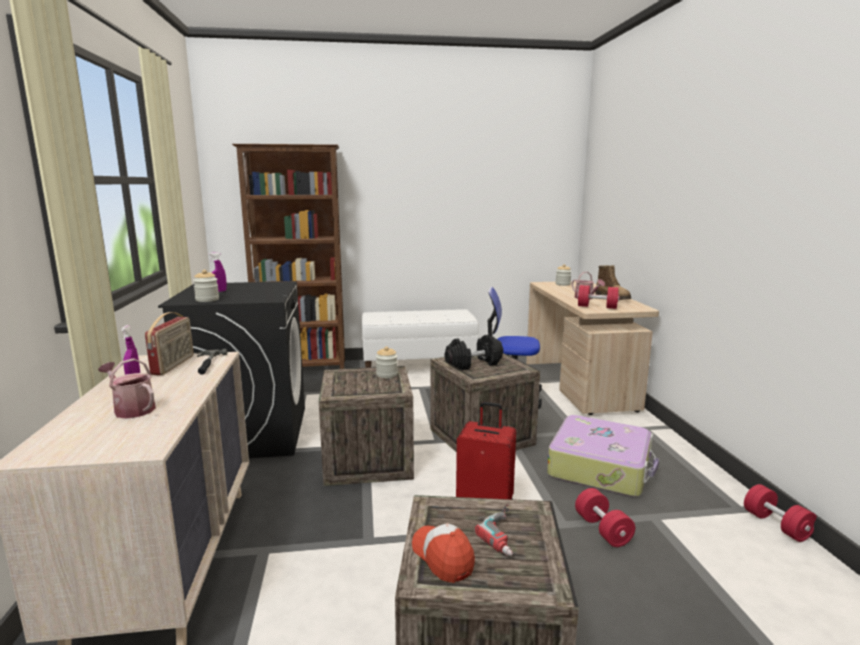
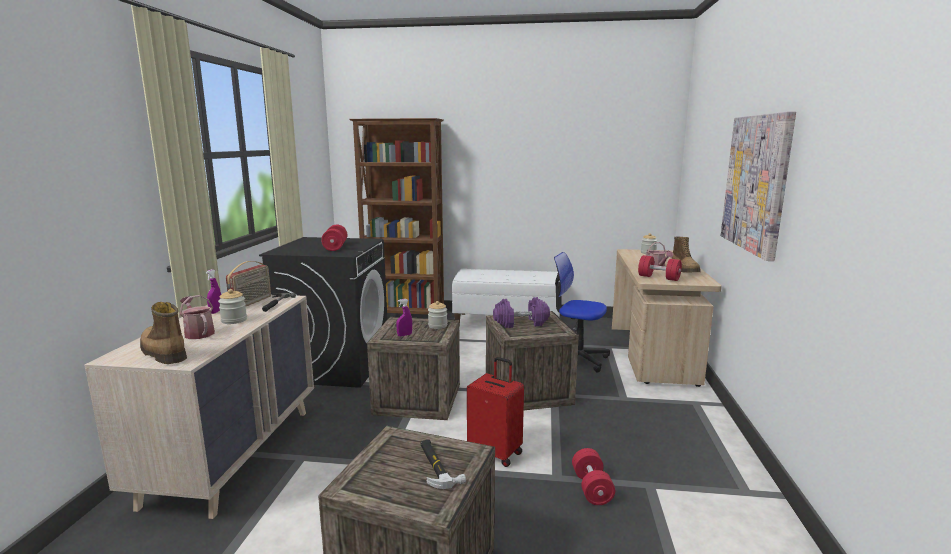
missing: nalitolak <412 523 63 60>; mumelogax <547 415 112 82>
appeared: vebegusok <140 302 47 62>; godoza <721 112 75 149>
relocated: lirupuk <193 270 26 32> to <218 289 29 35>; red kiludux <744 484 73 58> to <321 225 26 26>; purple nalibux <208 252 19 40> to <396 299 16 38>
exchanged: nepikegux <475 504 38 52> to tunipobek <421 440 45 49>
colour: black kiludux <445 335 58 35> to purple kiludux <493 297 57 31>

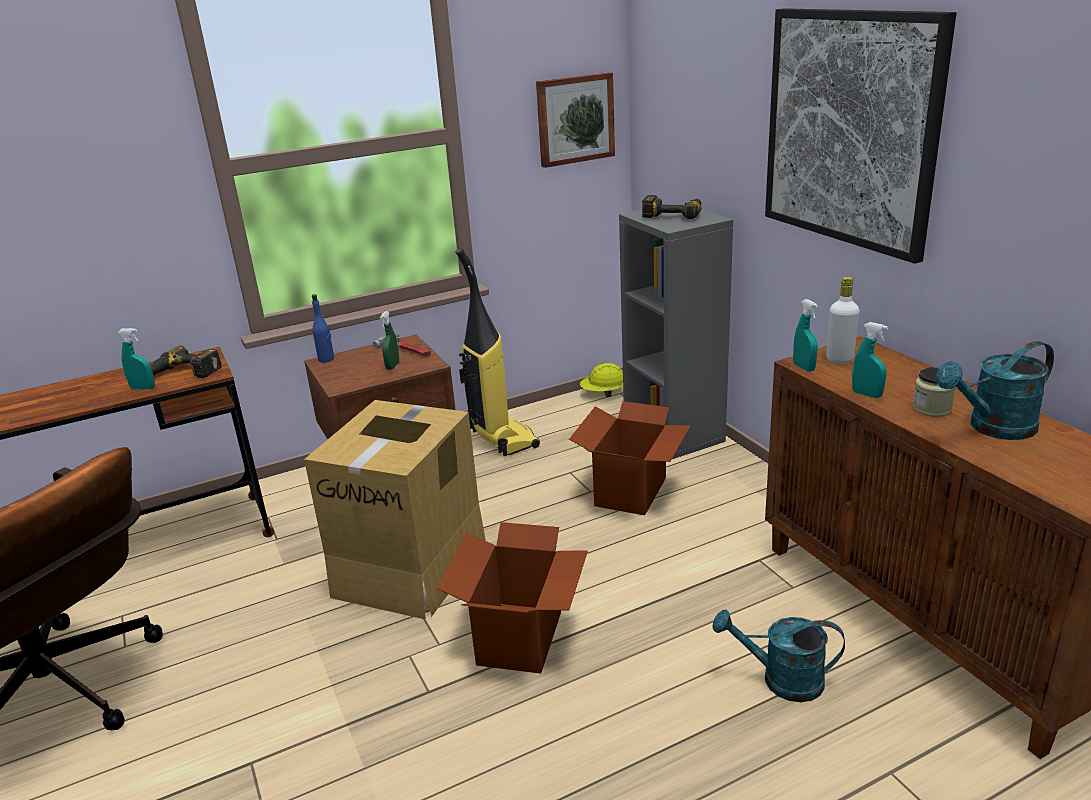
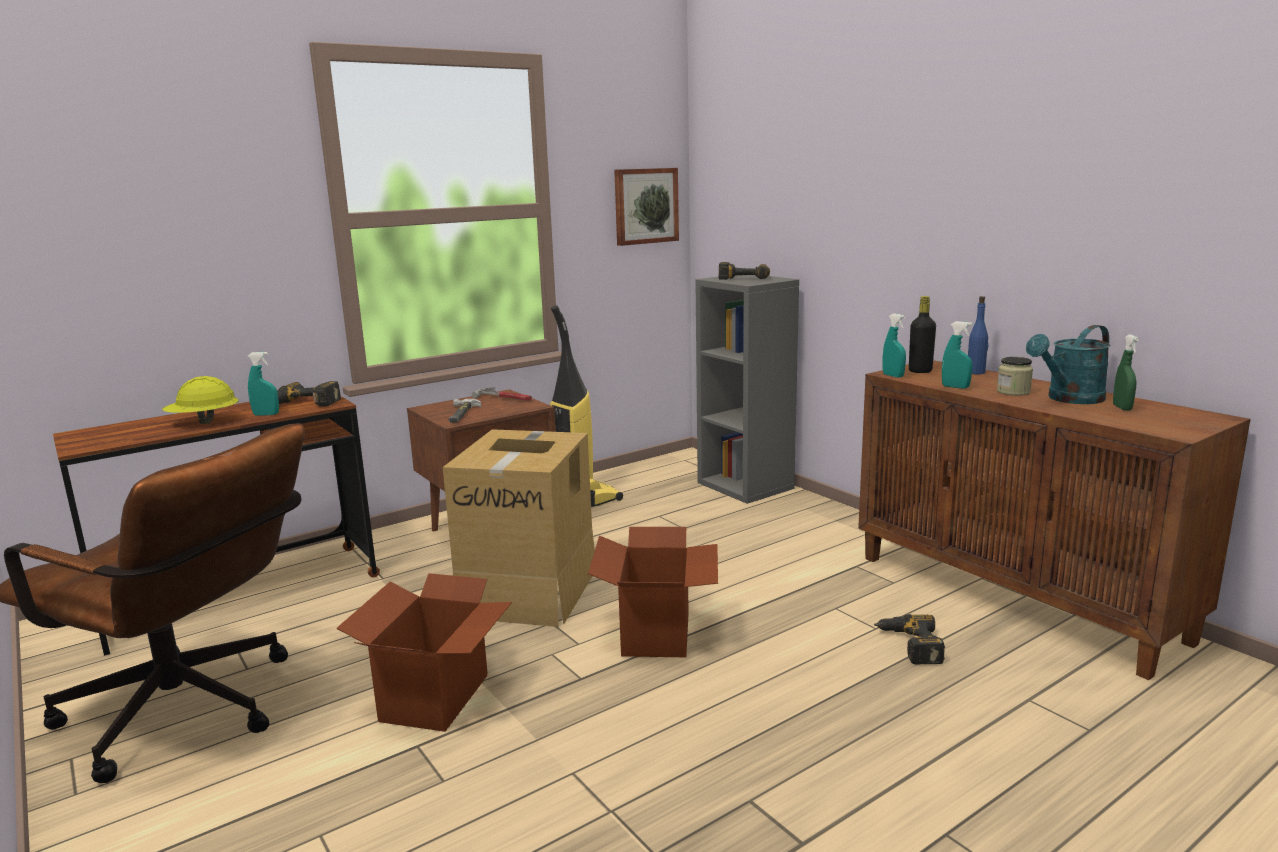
missing: godoza <765 8 191 256>
appeared: tunipobek <449 399 32 24>
relocated: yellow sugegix <580 363 43 34> to <162 376 76 48>; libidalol <569 401 121 114> to <336 573 176 159>; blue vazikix <312 294 22 69> to <968 296 20 78>; green nalibux <380 311 19 59> to <1113 335 26 76>
exchanged: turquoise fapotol <713 609 132 93> to nepikegux <874 614 71 50>
colour: white vazikix <826 277 34 87> to black vazikix <909 296 27 77>

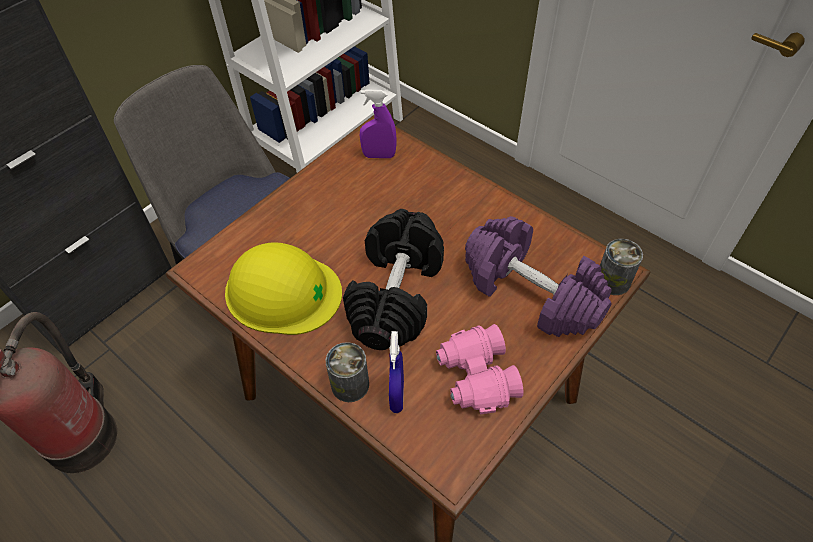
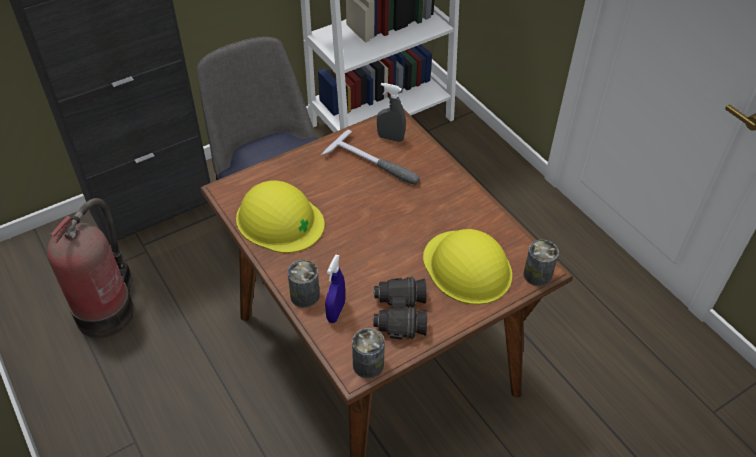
missing: black kiludux <343 209 101 141>
appeared: tunipobek <321 130 99 55>; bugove <352 328 33 50>
exchanged: purple kiludux <465 216 147 121> to yellow sugegix <423 229 89 76>
colour: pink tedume <436 324 88 90> to black tedume <373 277 54 63>; purple nalibux <360 89 36 69> to grey nalibux <377 83 29 59>

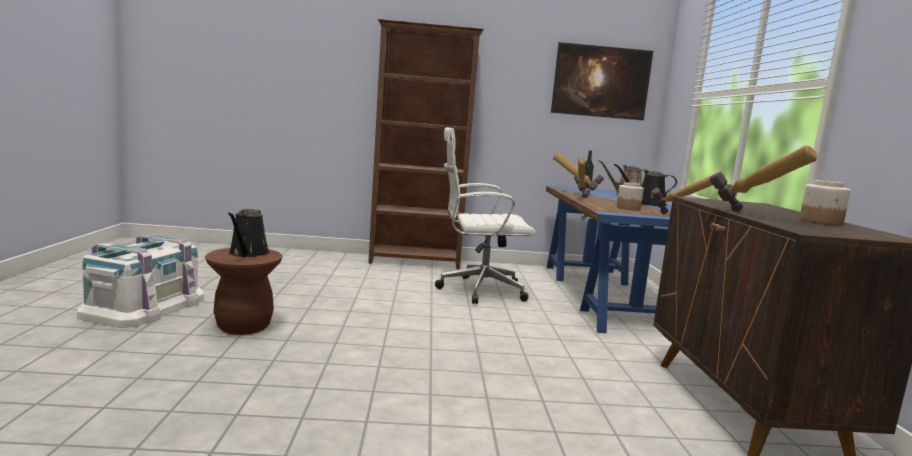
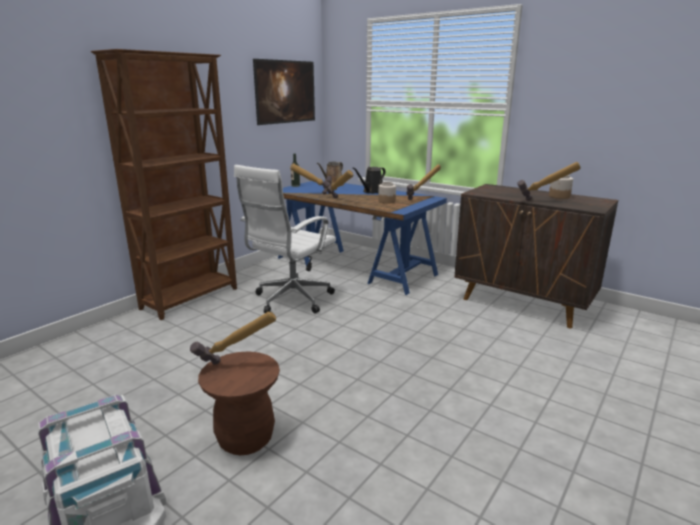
exchanged: black fapotol <228 209 42 48> to tunipobek <190 312 86 53>

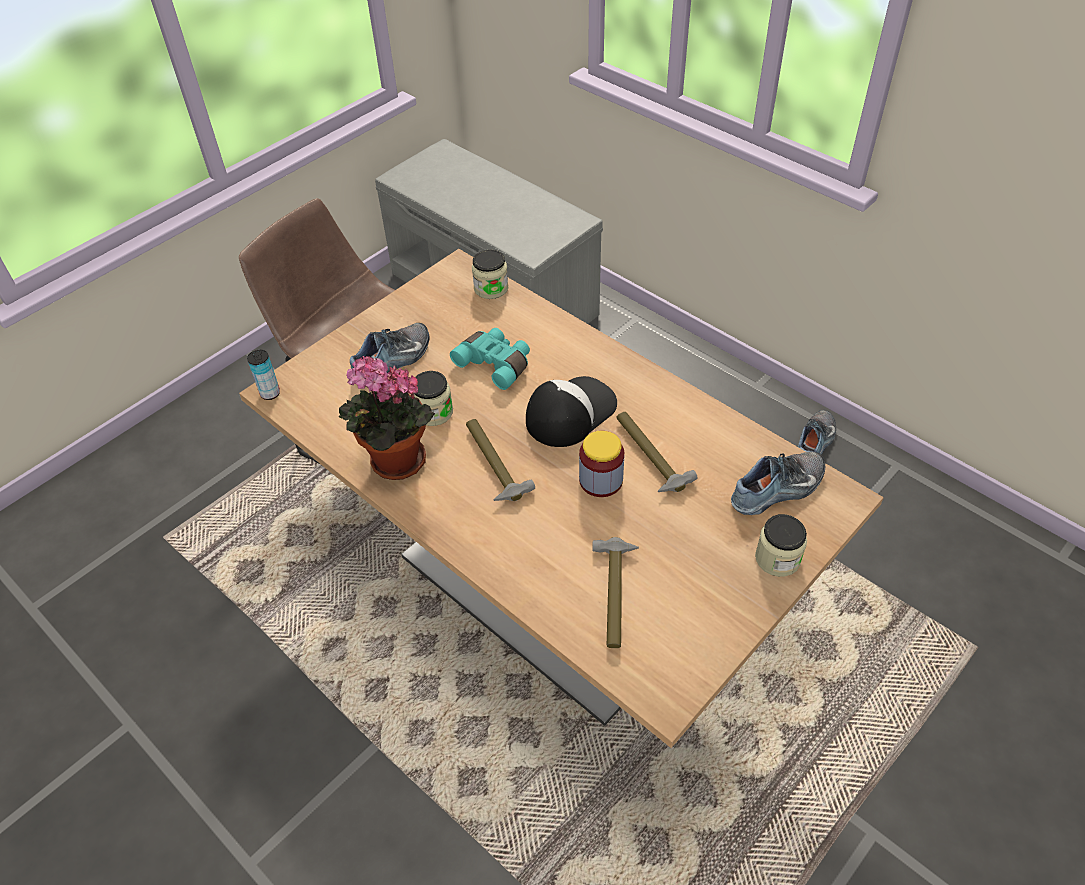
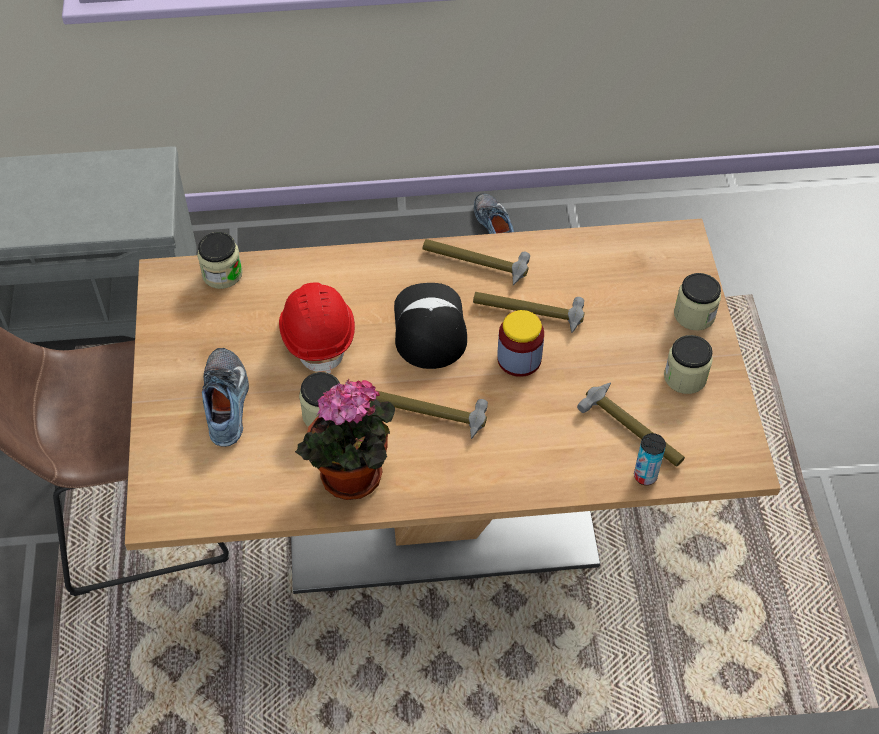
missing: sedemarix <731 452 94 63>
appeared: tunipobek <423 239 107 47>; lirupuk <664 335 49 59>
relocated: bugove <247 350 33 50> to <634 433 32 52>
exchanged: turquoise tedume <450 328 80 62> to red sugegix <279 282 76 91>

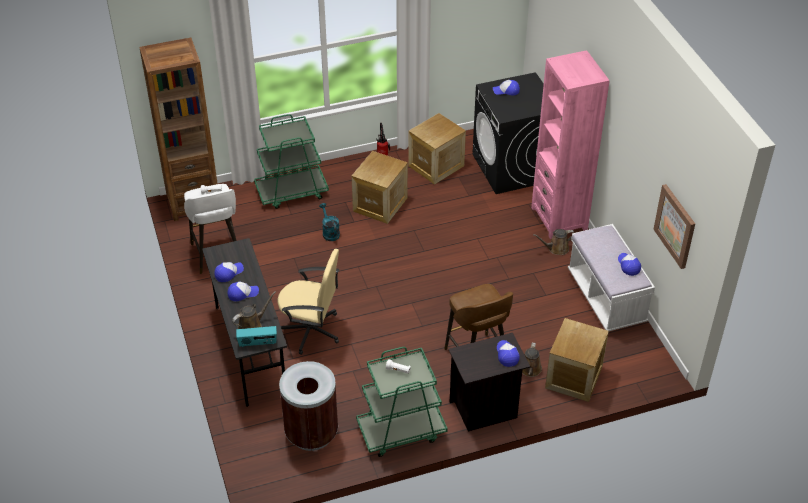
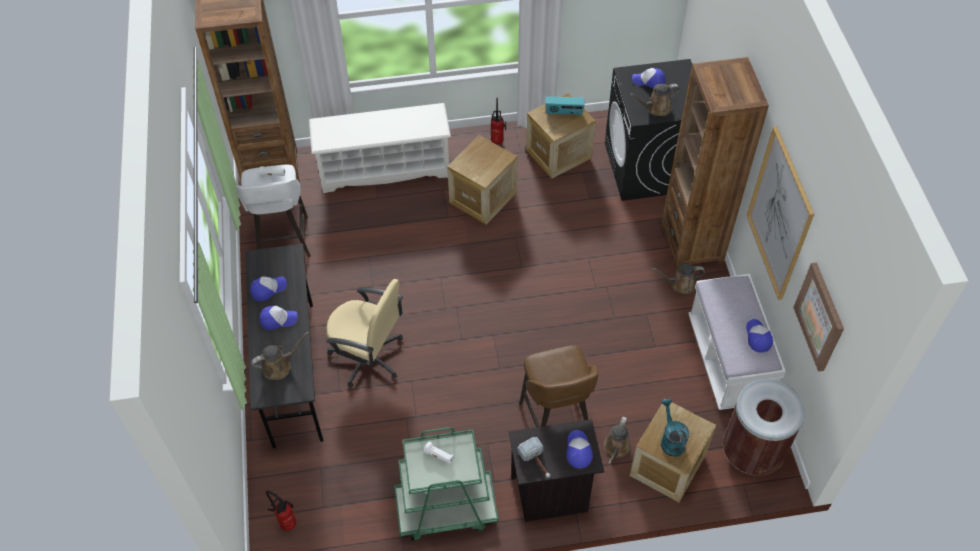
appeared: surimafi <266 490 30 41>; tunipobek <517 437 33 41>; brown fapotol <630 84 50 32>; godoza <747 126 67 174>
relocated: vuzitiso <236 326 41 21> to <545 96 40 20>; turquoise fapotol <319 203 21 38> to <661 399 28 58>; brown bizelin <279 361 59 90> to <723 379 82 97>
exchanged: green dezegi <254 114 75 95> to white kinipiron <309 103 142 90>
colour: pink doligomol <531 50 79 189> to brown doligomol <661 57 108 213>

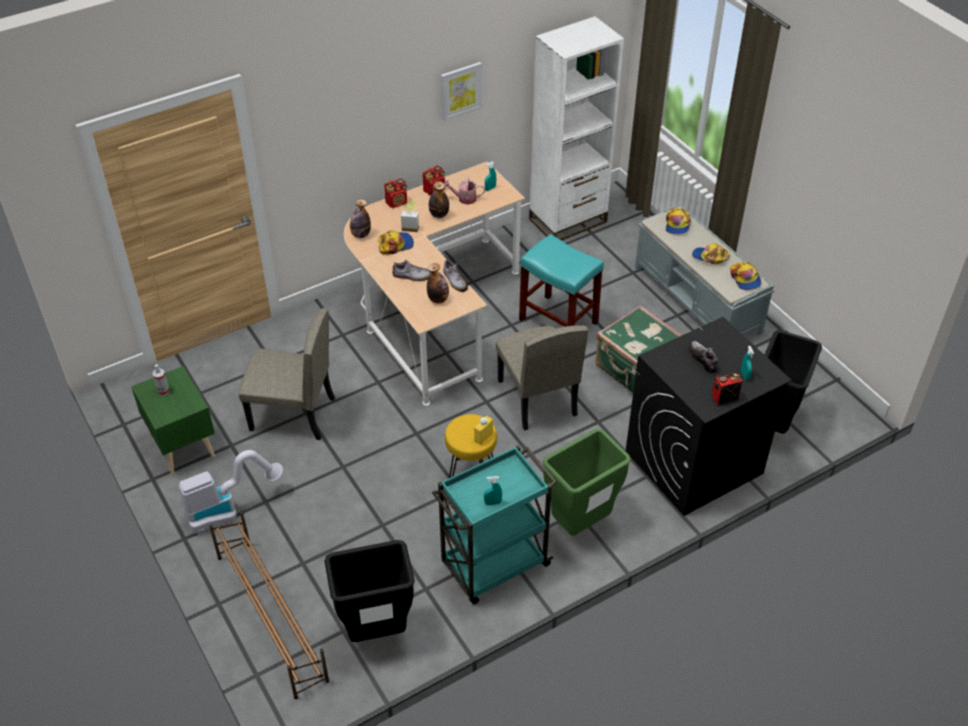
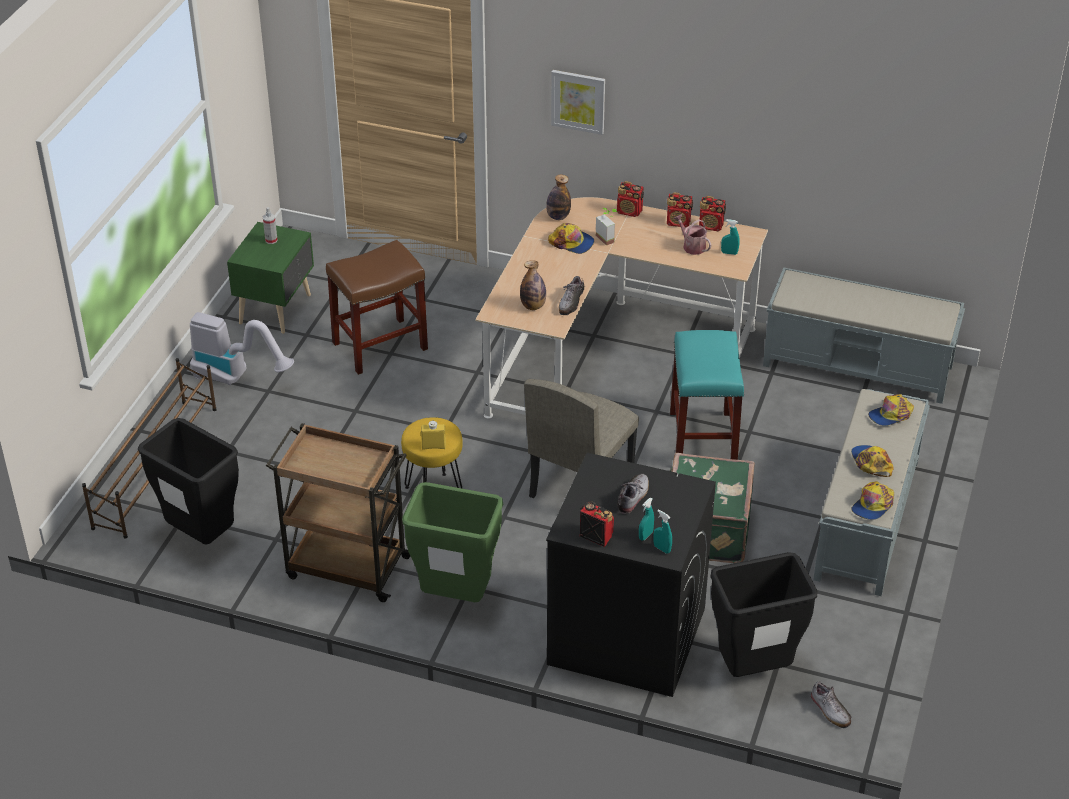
missing: vazikix <429 182 20 36>
appeared: vuzitiso <699 196 27 35>
relocated: godoza <441 62 41 59> to <551 70 54 65>; turquoise nalibux <484 476 18 29> to <653 510 19 44>; sedemarix <392 260 39 21> to <810 682 41 46>
exchanged: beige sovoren <239 308 96 132> to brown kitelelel <326 240 102 135>; white doligomol <529 16 95 225> to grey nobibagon <763 267 202 137>
colour: turquoise dezegi <432 445 125 159> to brown dezegi <266 423 144 179>

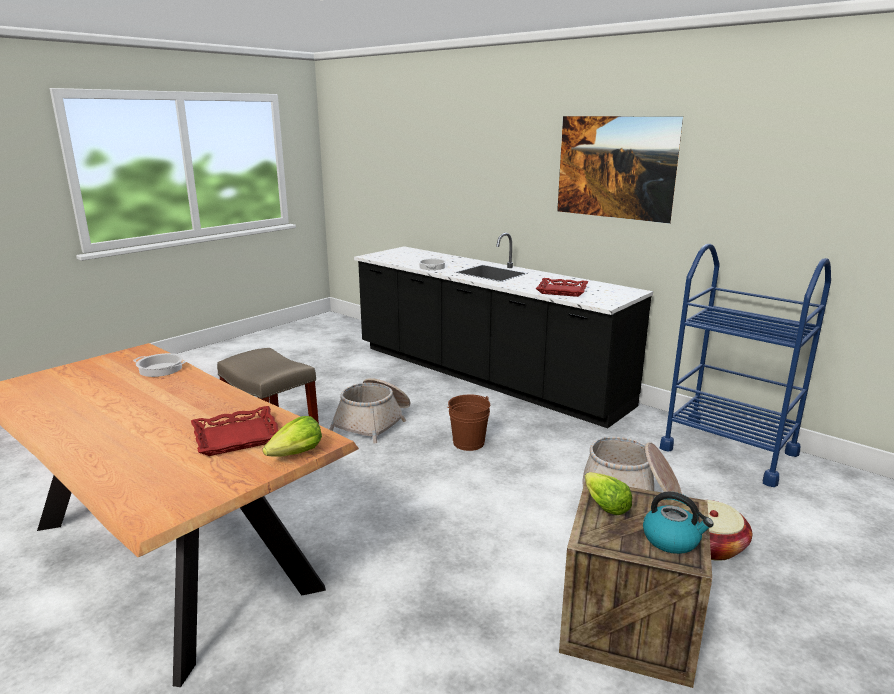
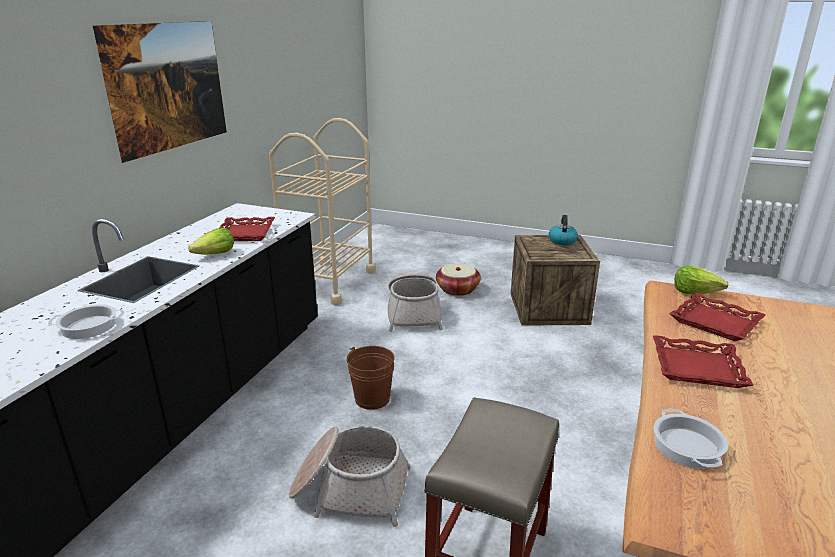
appeared: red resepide <653 335 100 53>
relocated: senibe <585 472 47 43> to <188 228 46 27>
colour: blue dezegi <660 244 171 243> to beige dezegi <269 118 107 187>

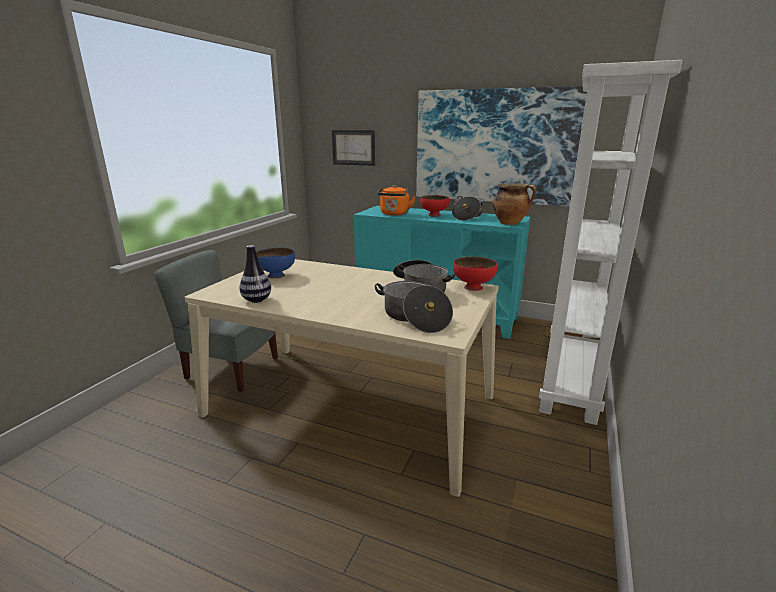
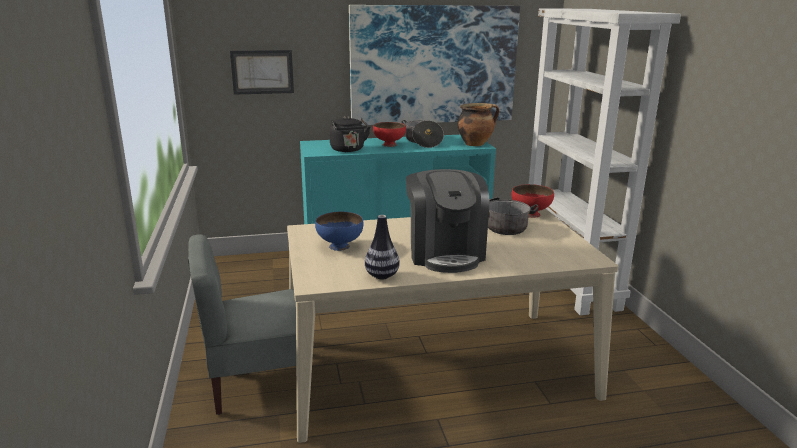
missing: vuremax <375 281 78 52>
appeared: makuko <406 169 83 104>
colour: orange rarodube <377 185 39 31> to black rarodube <330 116 40 36>

